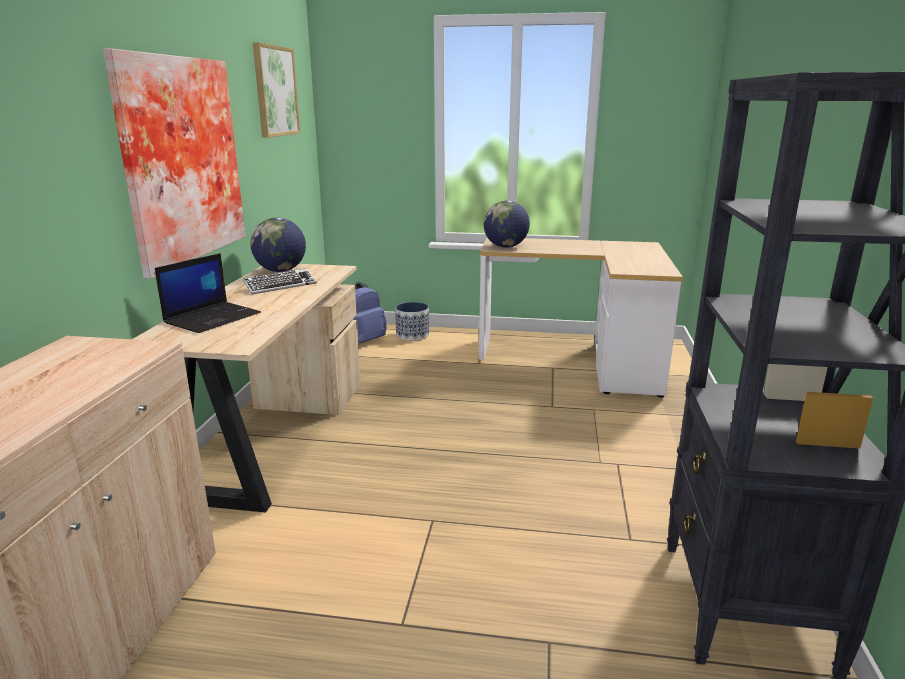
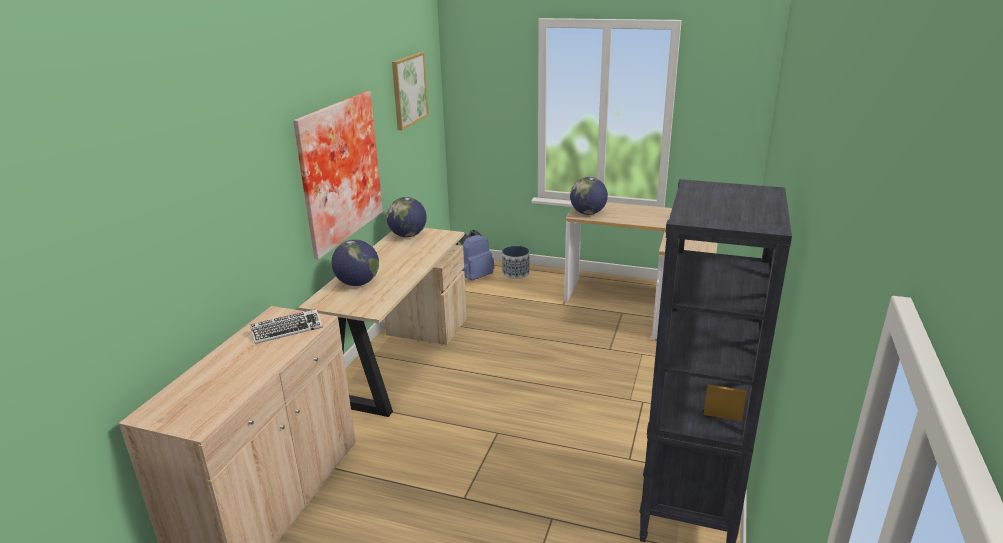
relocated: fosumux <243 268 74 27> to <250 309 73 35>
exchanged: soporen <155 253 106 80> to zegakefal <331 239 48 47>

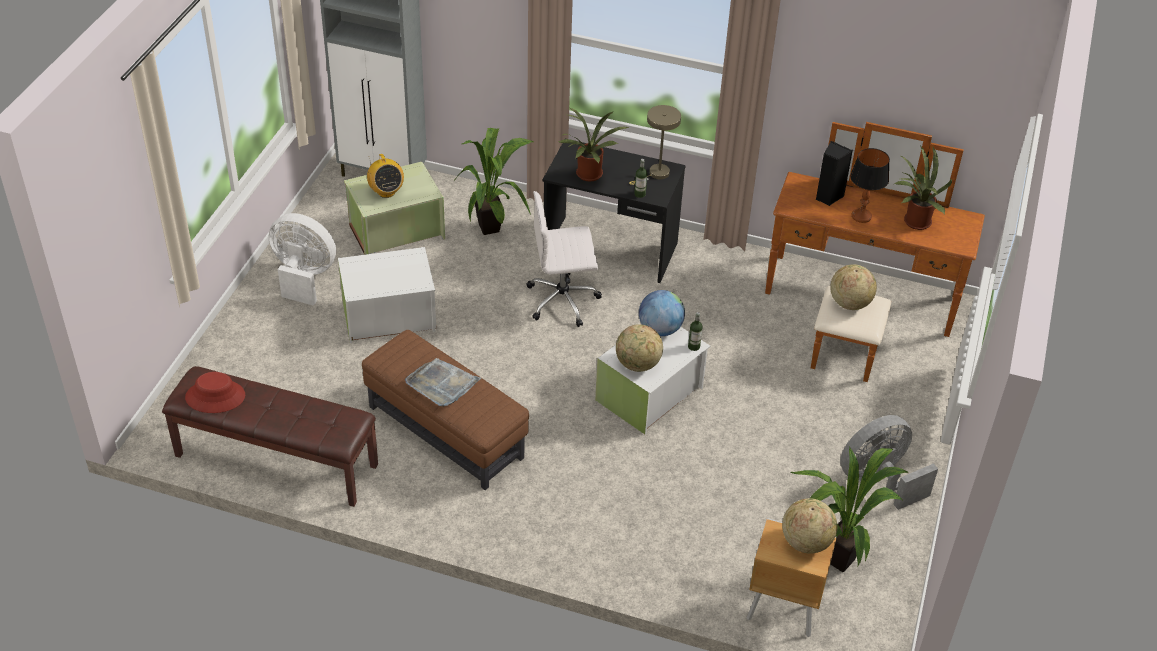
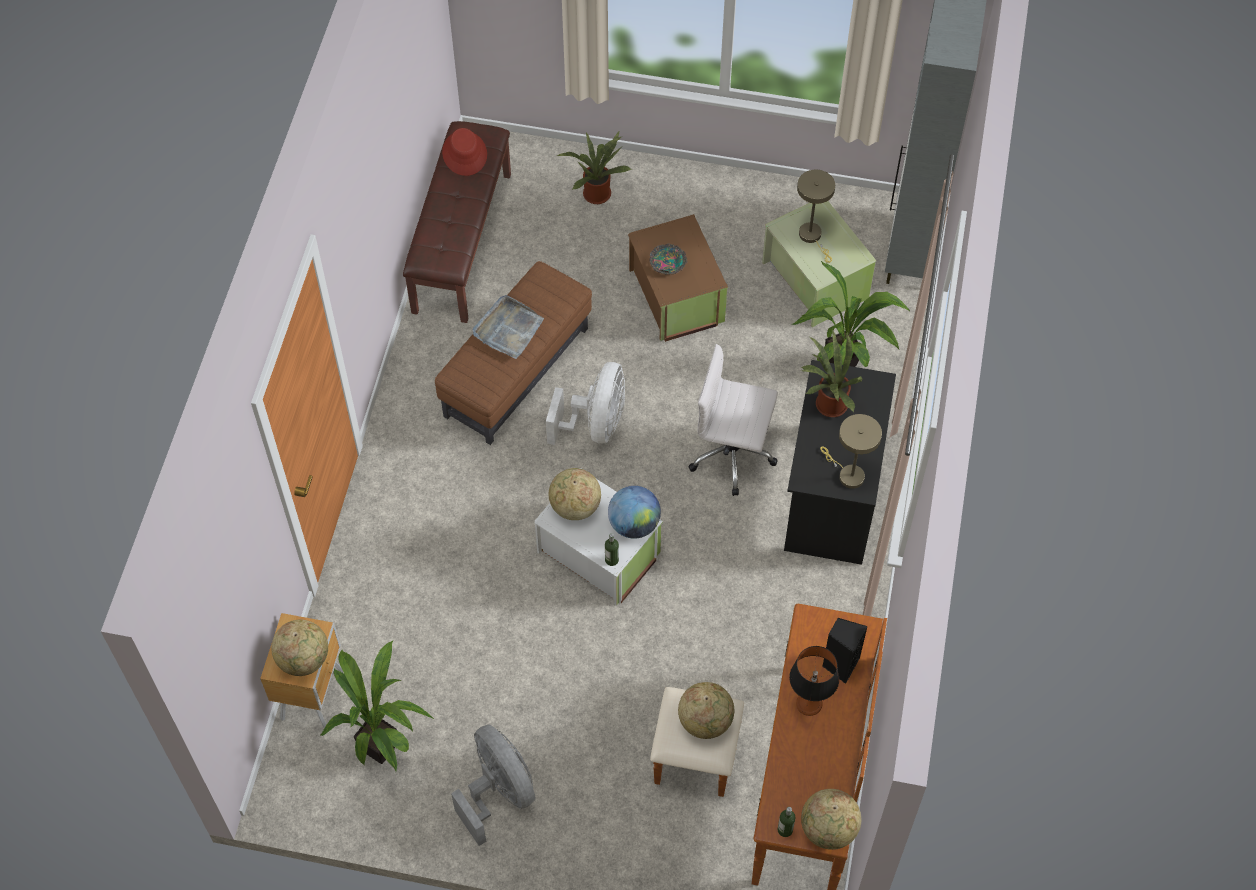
appeared: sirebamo <649 243 38 32>; zegakefal <801 789 60 61>
relocated: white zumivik <269 213 67 93> to <546 362 79 83>; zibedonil <894 145 58 85> to <557 130 75 74>; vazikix <634 159 13 39> to <777 807 19 30>
exchanged: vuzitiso <367 154 37 44> to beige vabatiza <797 170 38 93>
colour: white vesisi <338 247 99 96> to brown vesisi <628 214 100 128>
spun: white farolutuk <527 191 75 136> = <688 344 90 152> 60 degrees counterclockwise

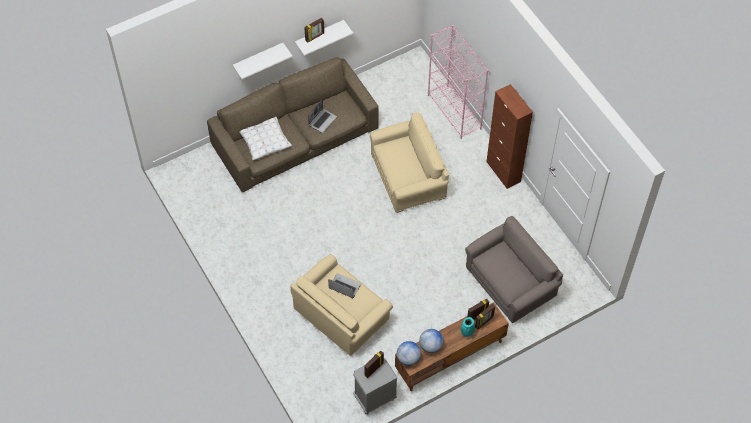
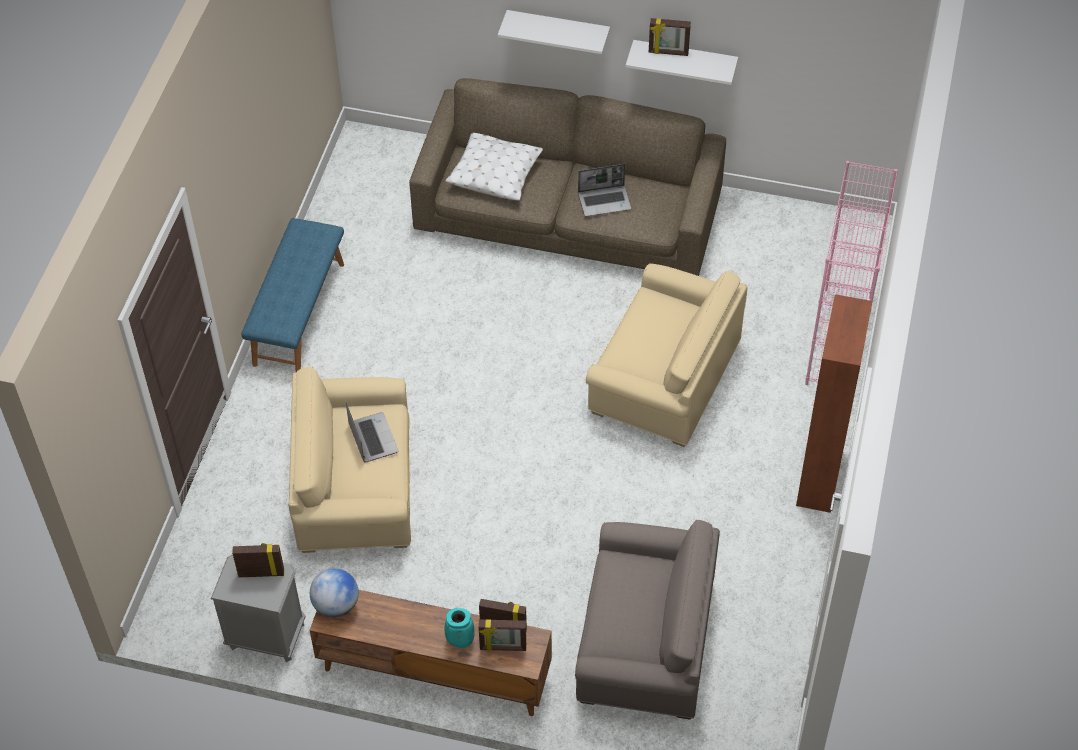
missing: zegakefal <419 329 25 24>
appeared: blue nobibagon <241 218 103 154>

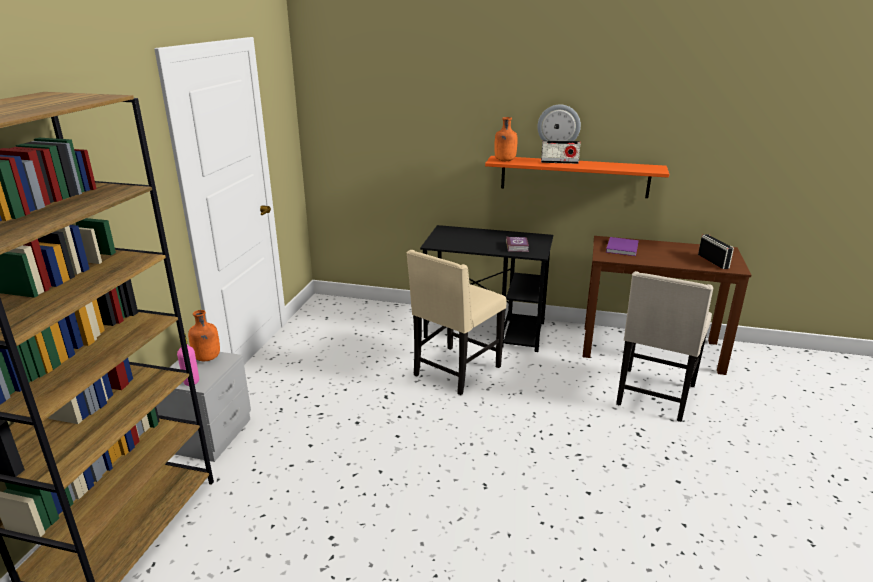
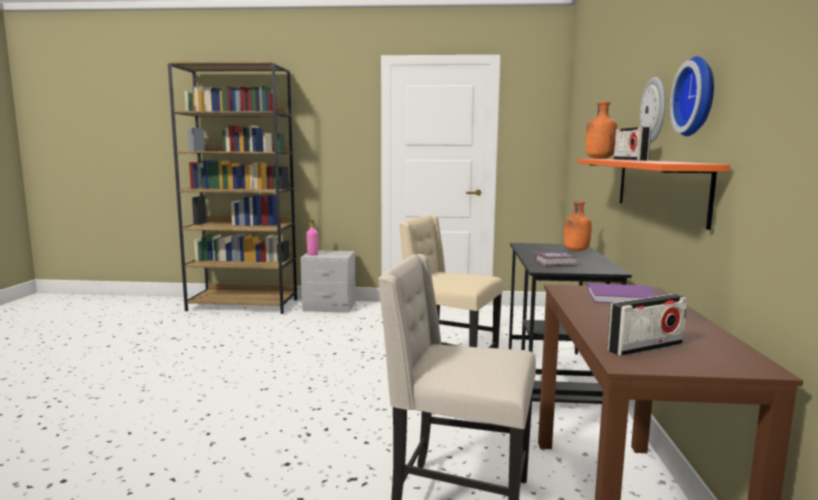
appeared: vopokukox <670 56 44 80>
relocated: orange vazikix <188 310 32 51> to <564 201 28 50>

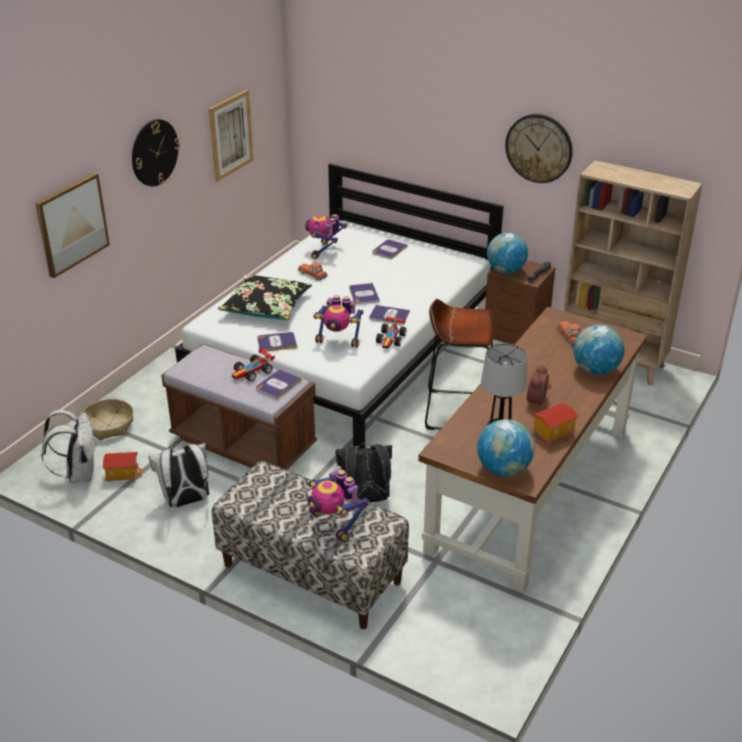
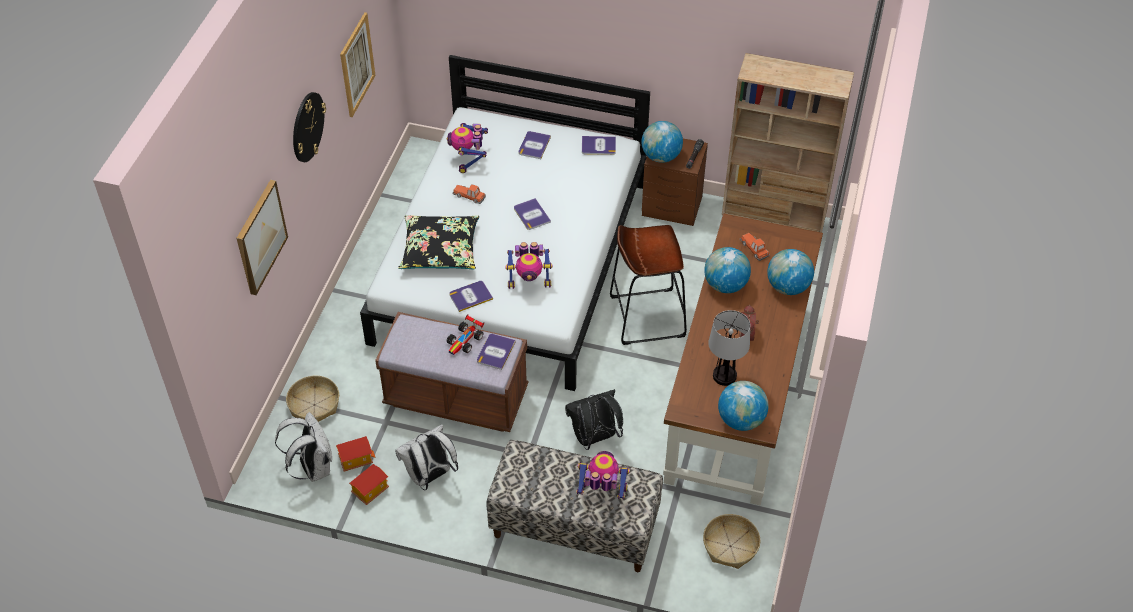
missing: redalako <376 315 30 34>; vopokukox <505 114 68 69>
appeared: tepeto <703 514 57 55>; zegakefal <704 247 47 46>
relocated: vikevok <532 403 47 41> to <349 464 40 41>; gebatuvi <369 305 41 20> to <582 136 34 19>
spun: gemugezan <307 469 63 72> = <576 451 54 48> 150 degrees clockwise

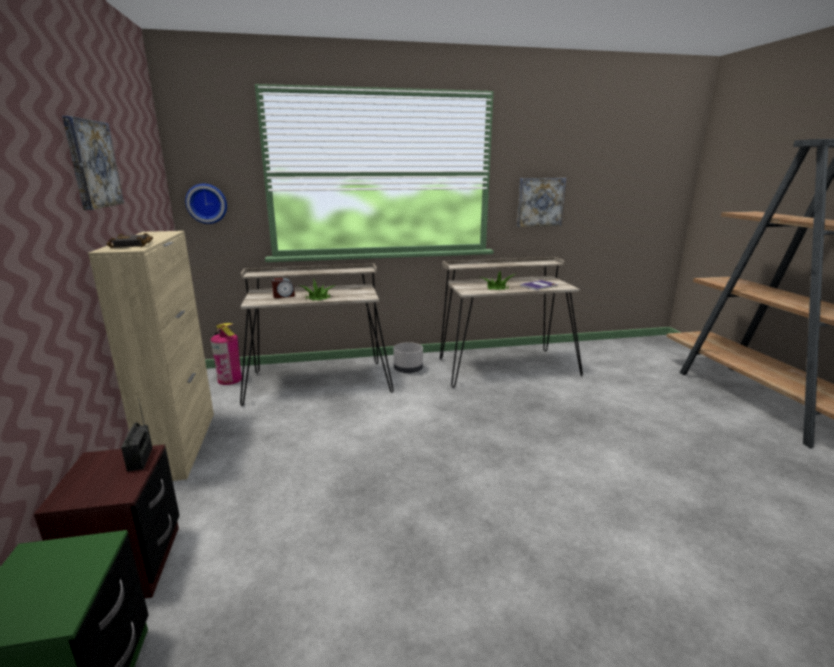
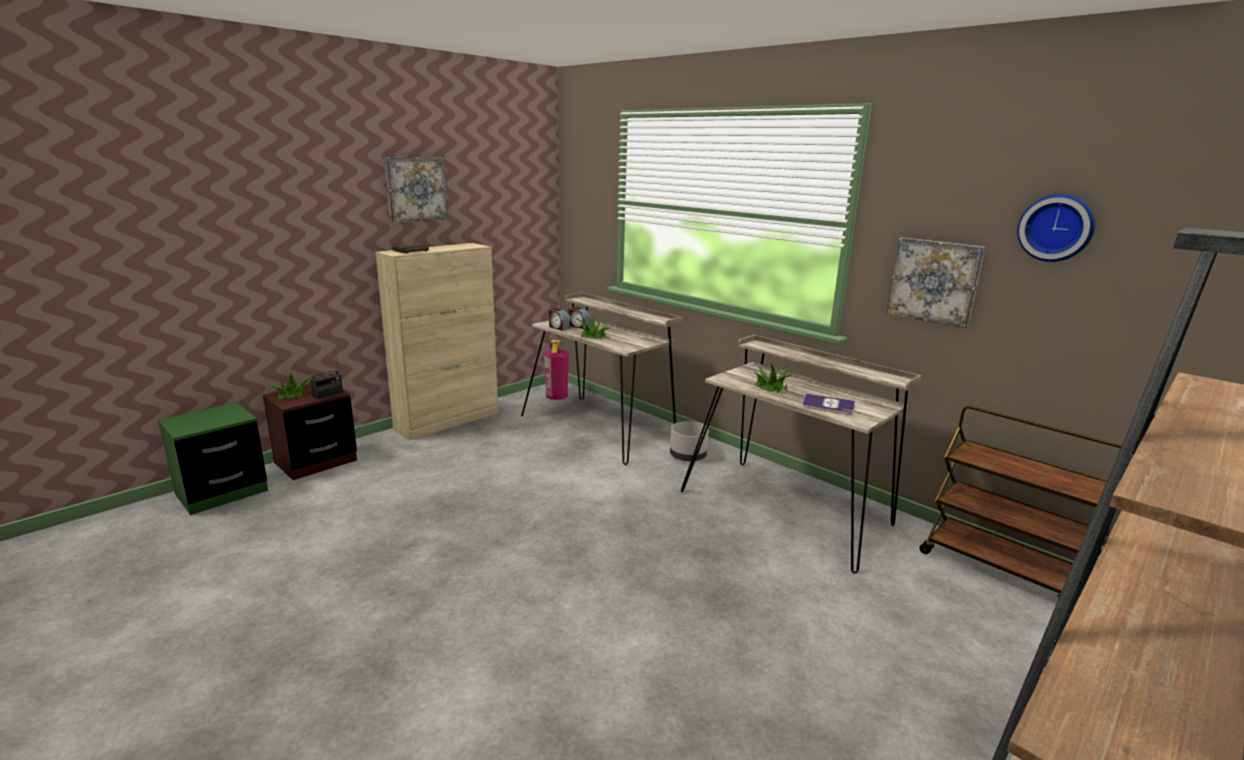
appeared: zibedonil <266 372 48 27>; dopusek <549 308 21 23>; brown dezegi <919 406 203 191>
relocated: vopokukox <185 184 42 40> to <1017 194 78 68>

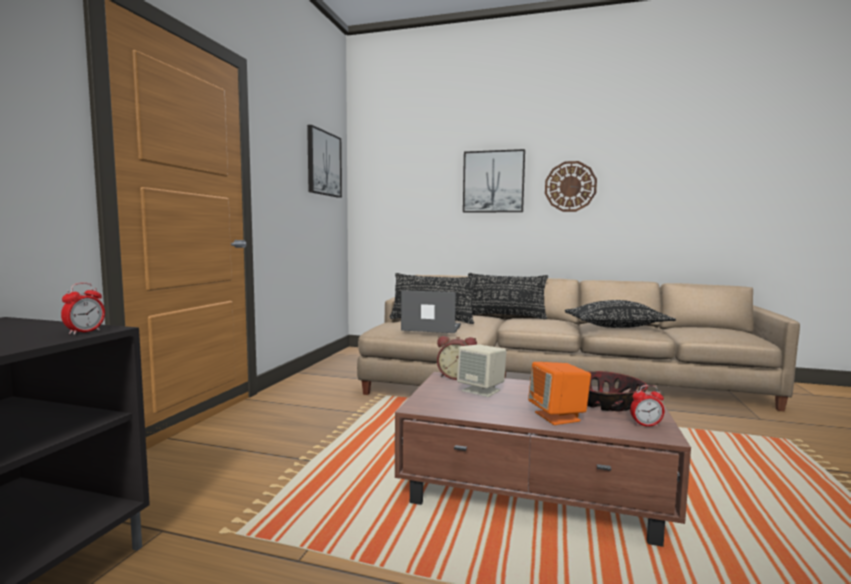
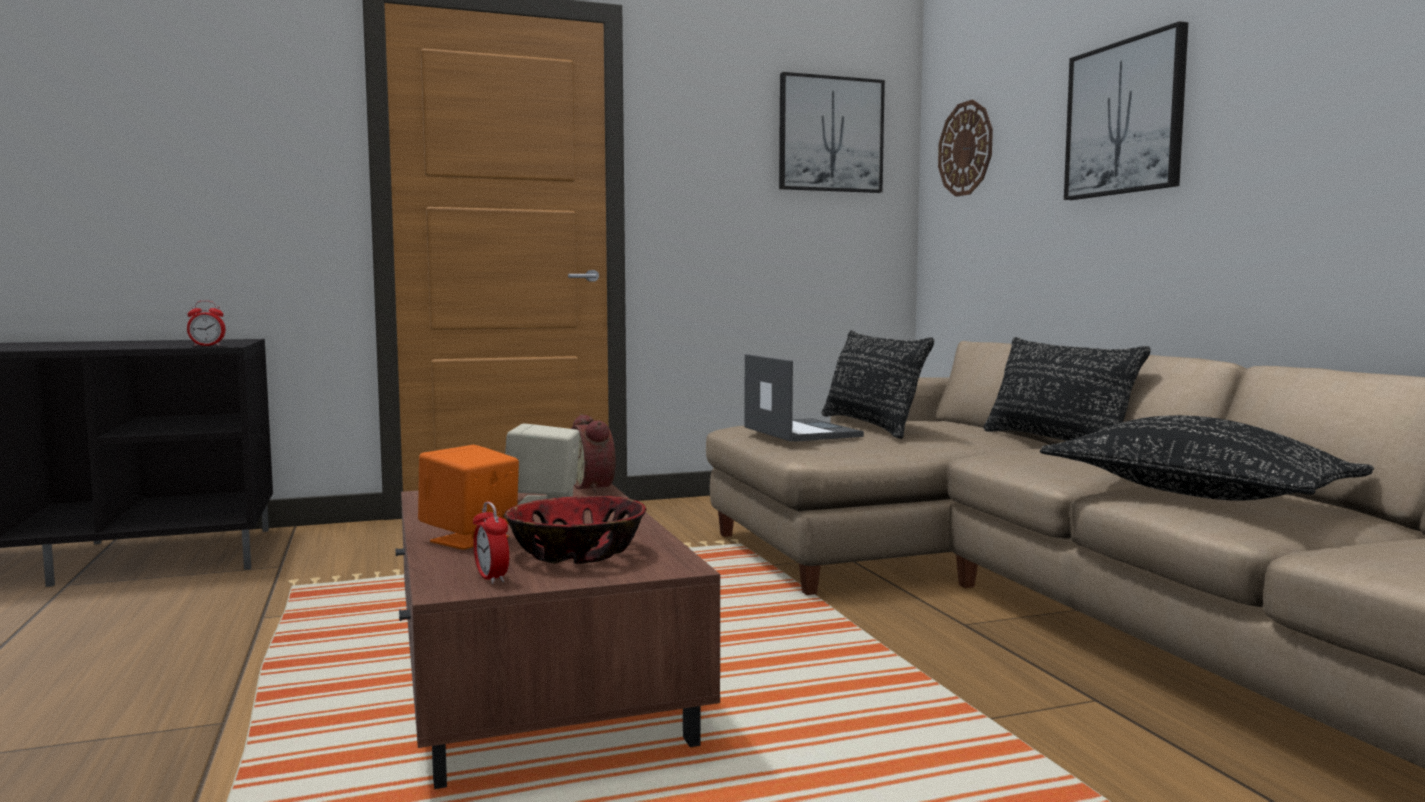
relocated: vopokukox <545 161 52 51> to <938 100 55 97>

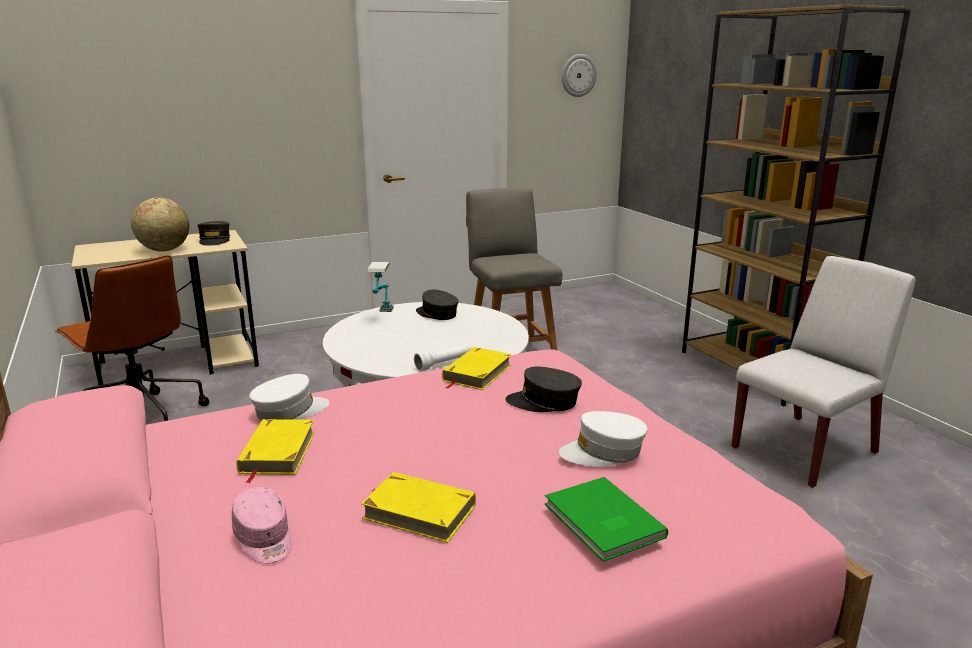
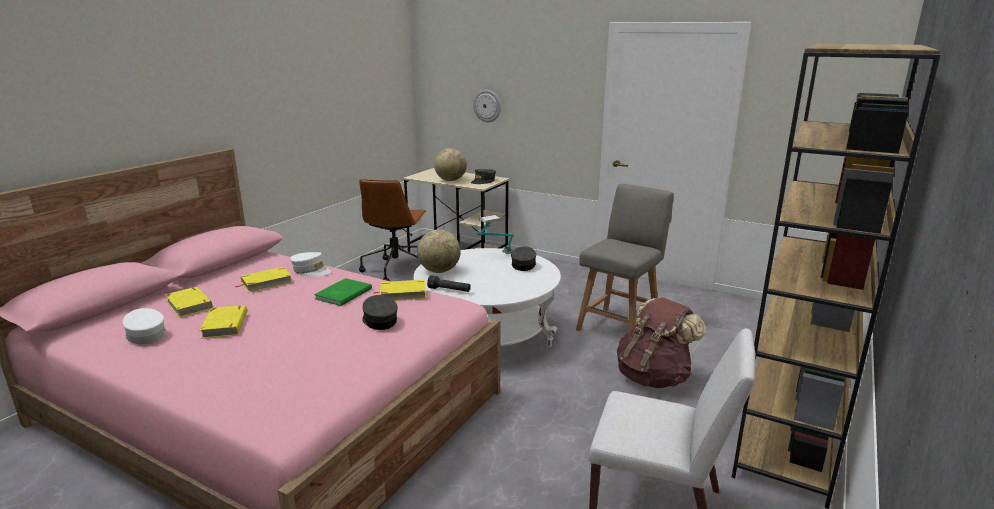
appeared: zegakefal <417 230 44 43>; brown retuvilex <617 297 89 91>
relocated: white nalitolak <559 411 88 56> to <123 308 43 36>; green gebatuvi <545 477 123 85> to <314 278 58 28>; vopokukox <562 54 35 43> to <473 90 28 32>
exchanged: pink nalitolak <232 487 60 77> to yellow gebatuvi <165 287 48 31>
colour: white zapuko <414 344 59 28> to black zapuko <427 275 44 17>

